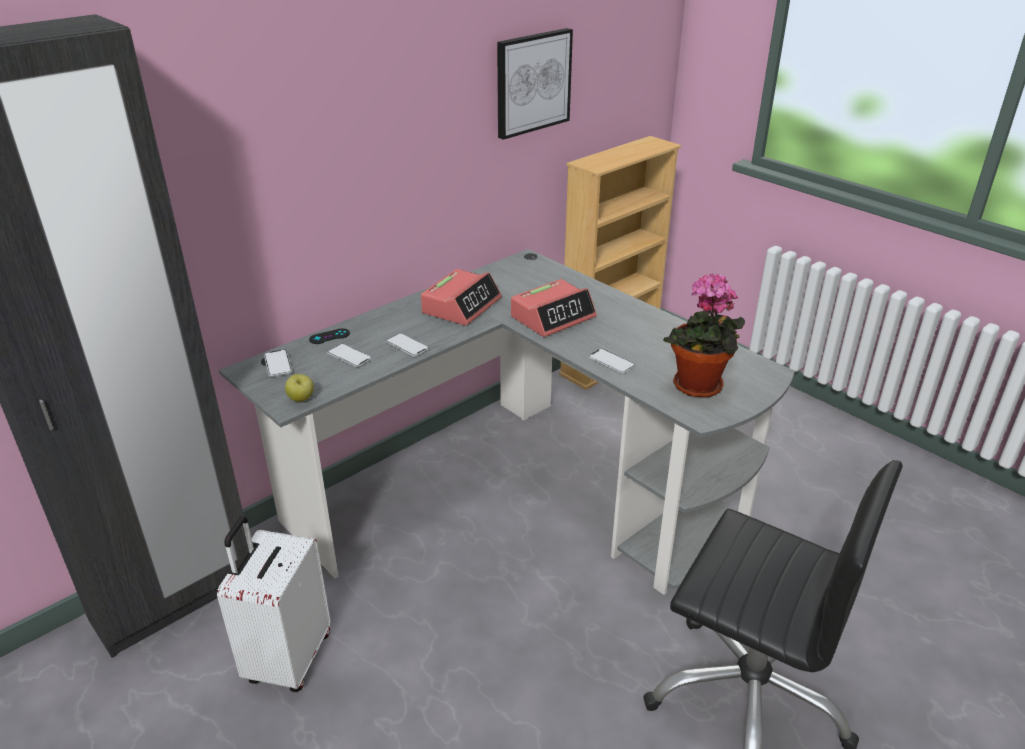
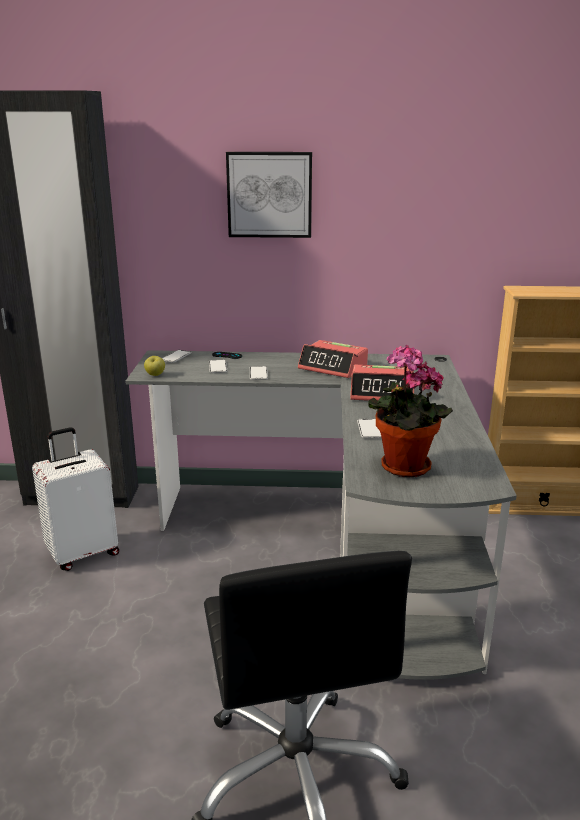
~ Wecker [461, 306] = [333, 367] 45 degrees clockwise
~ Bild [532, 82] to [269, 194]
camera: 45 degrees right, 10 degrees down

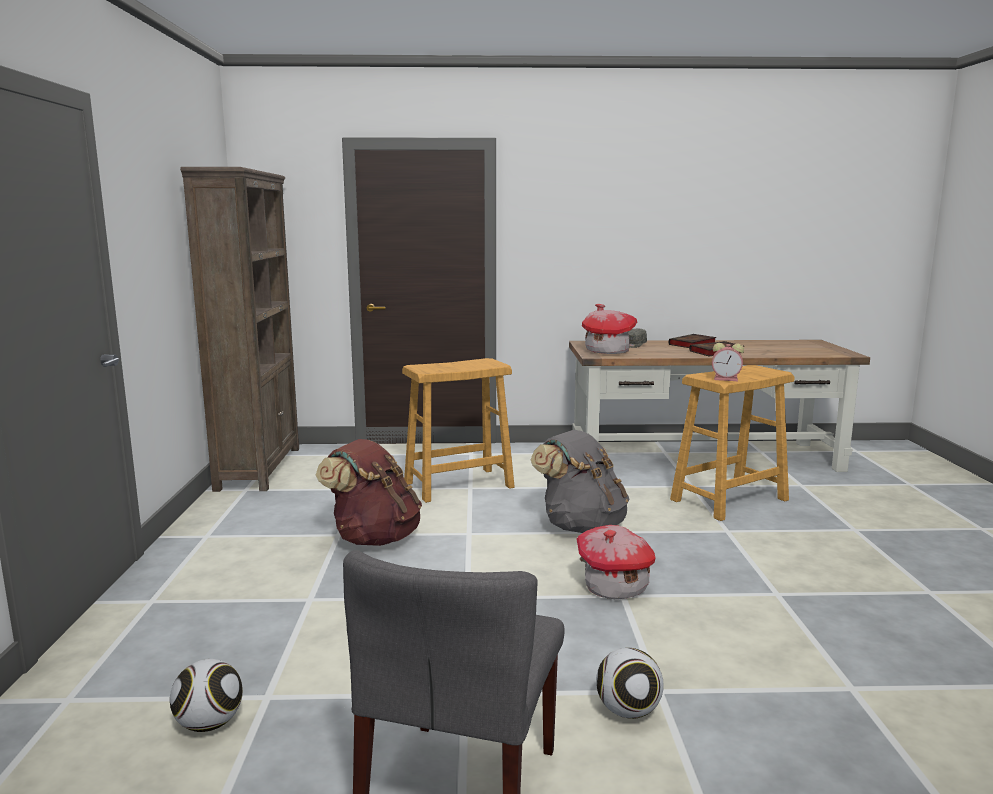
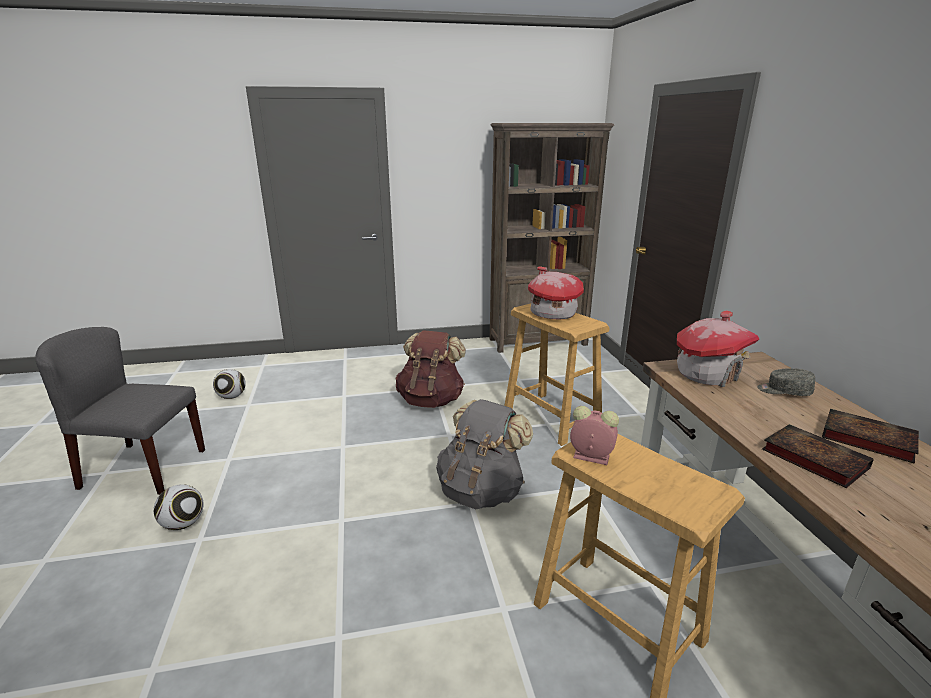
~ Spielzeughaus [615, 587] to [552, 314]
~ Wecker [727, 379] = [589, 456] 105 degrees clockwise
camera: 80 degrees right, 10 degrees up

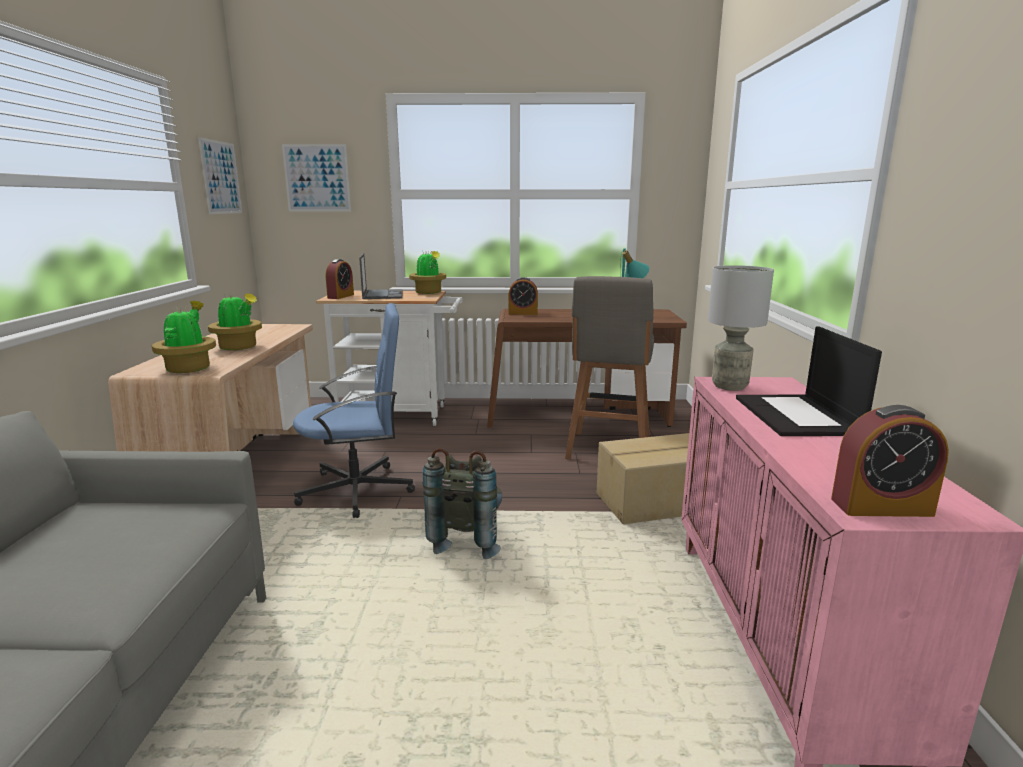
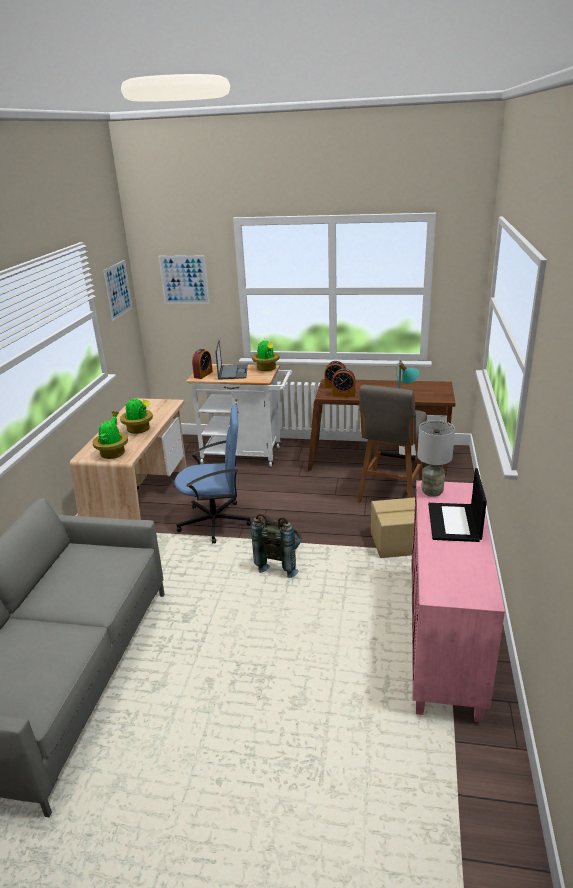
~ Wecker [881, 507] to [343, 394]
camera: 10 degrees right, 10 degrees up

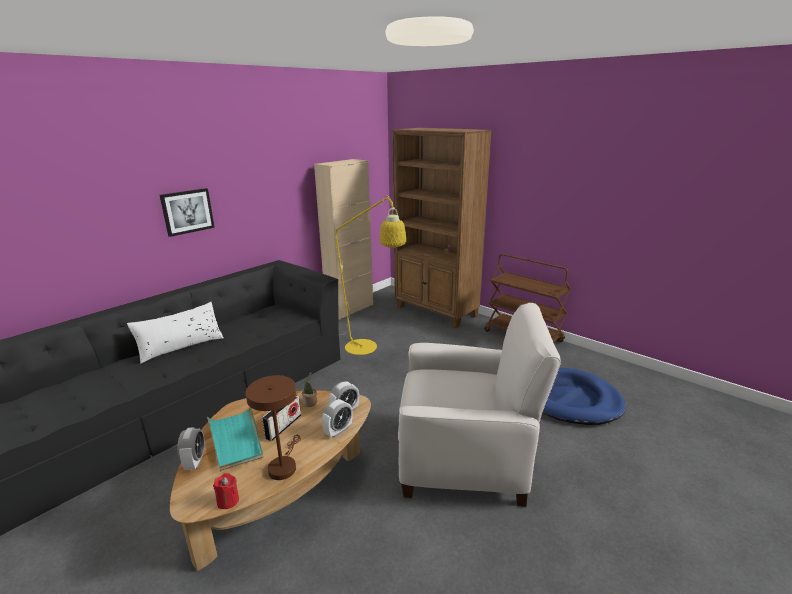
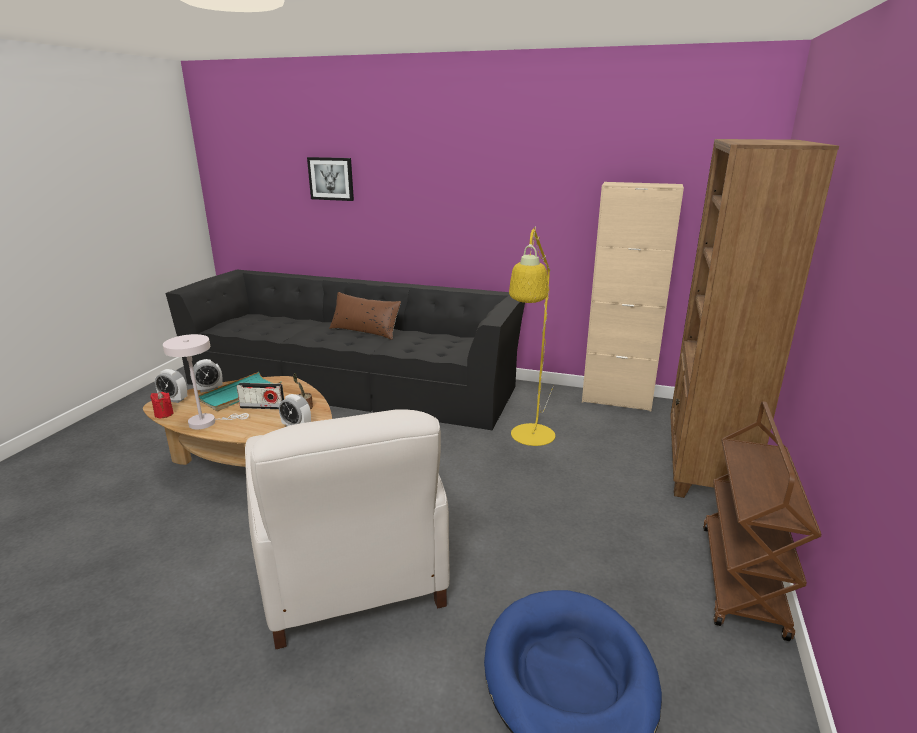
~ Kissen/weiß [181, 346] to Kissen/braun [365, 331]
~ Bild [187, 211] to [331, 178]
~ Tischlampe/braun [283, 465] to Tischlampe/weiß [207, 422]
~ Wecker [338, 431] to [174, 400]
camera: 65 degrees right, 0 degrees up

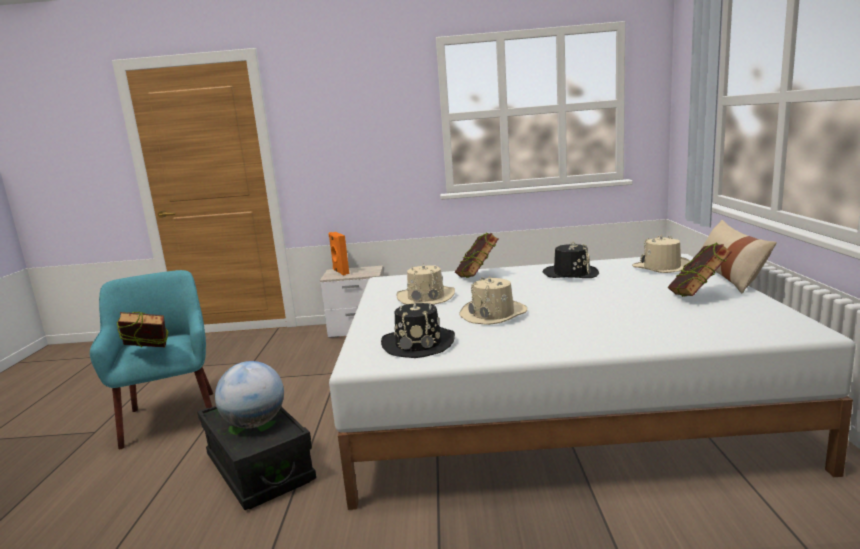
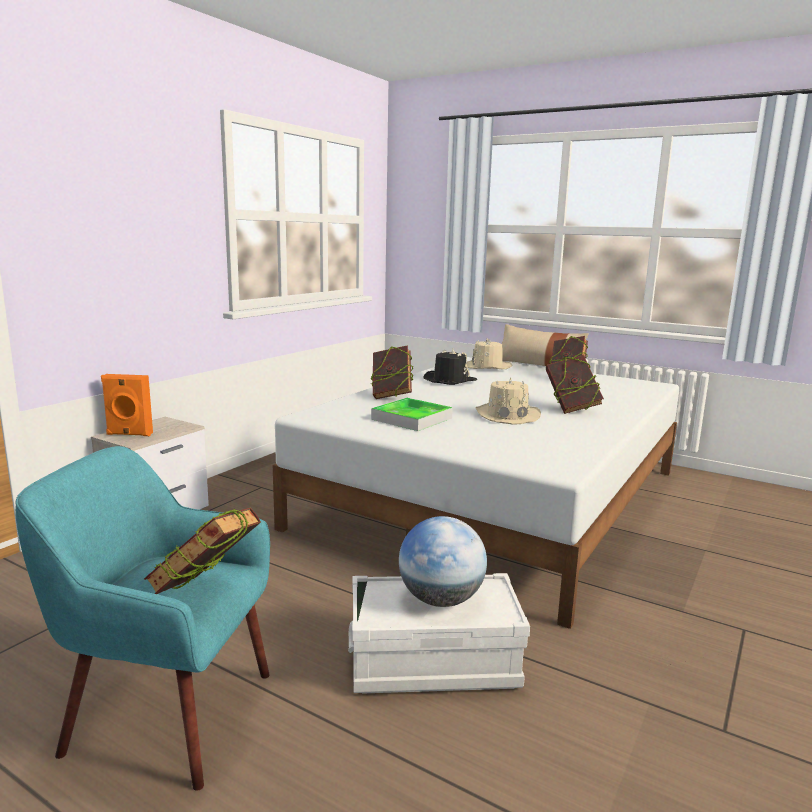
~ Aufbewahrungsbox/schwarz [259, 468] to Aufbewahrungsbox/weiß [433, 662]
- Hut/schwarz [419, 343]
~ Hut/beige [426, 297] to Tablett [411, 418]
+ Buch [571, 409]
camera: 60 degrees left, 0 degrees up

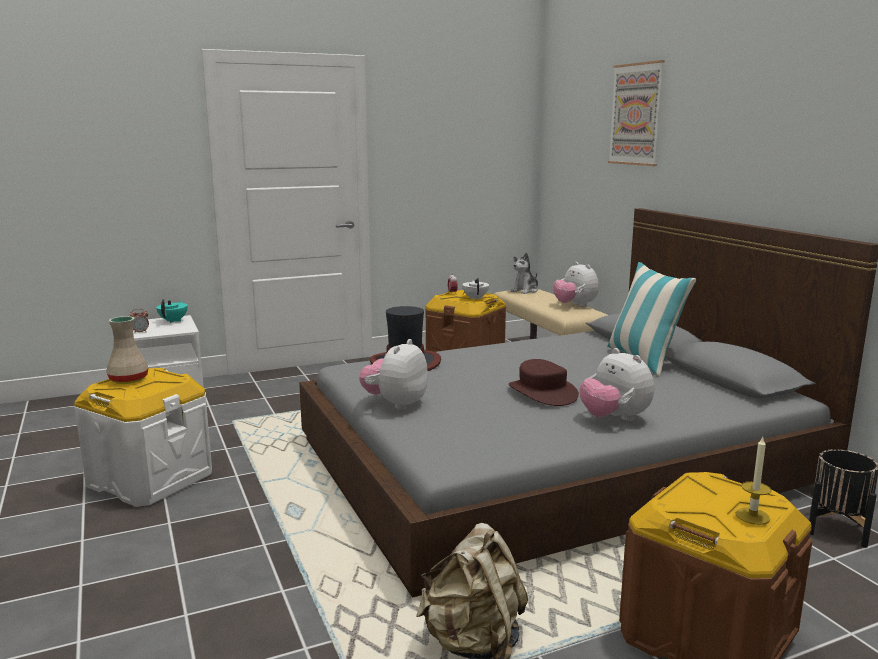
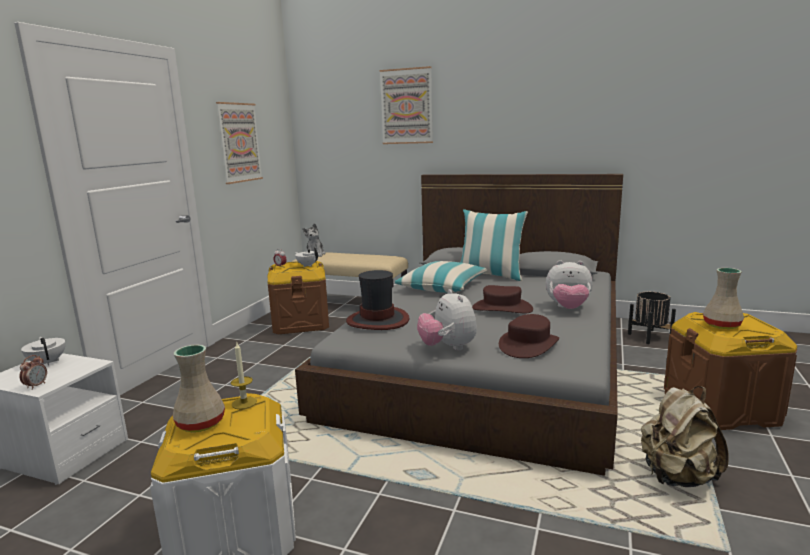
~ Teekanne/türkis [174, 321] to Teekanne/weiß [48, 362]
- Plüschtier [575, 306]
~ Kerze [752, 516] to [244, 403]
+ Bild [239, 142]
+ Kissen [442, 287]
+ Hut/braun [528, 345]
+ Vase/beige [722, 325]
camera: 45 degrees left, 0 degrees up

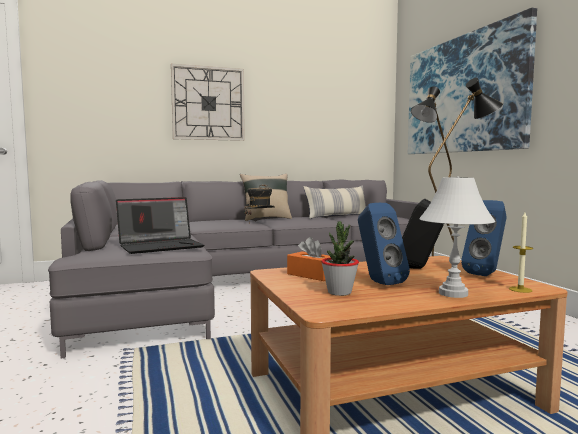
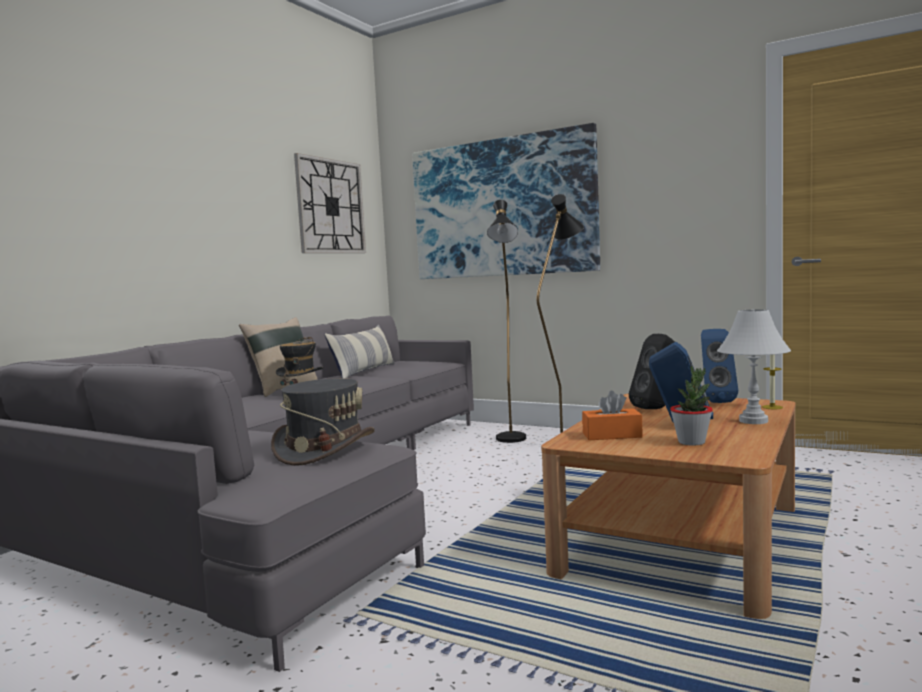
~ Laptop [161, 246] to Hut/grau [324, 449]
~ Wanduhr [208, 103] to [330, 206]
camera: 40 degrees left, 0 degrees up

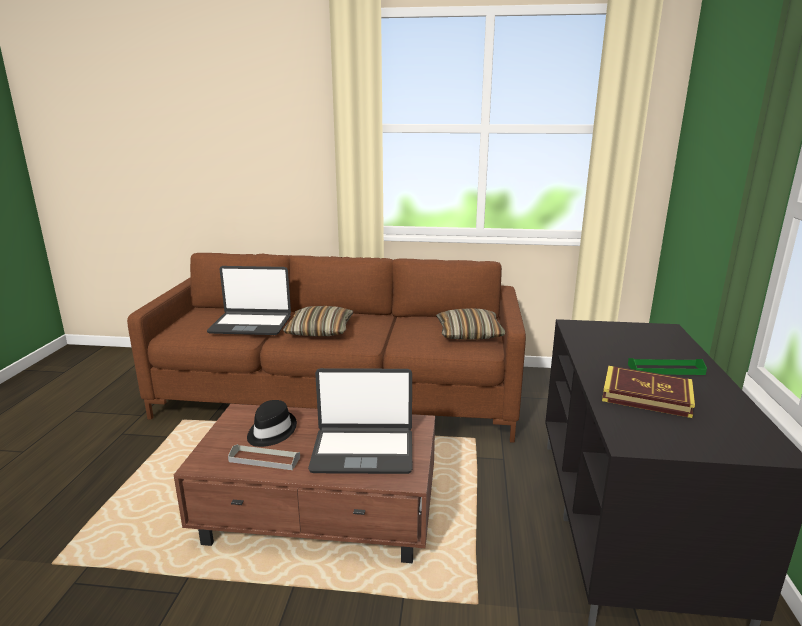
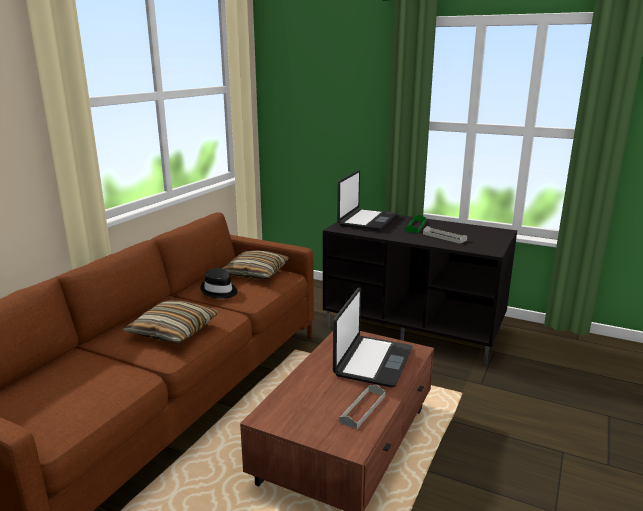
~ Laptop [251, 324] to [366, 220]
~ Hut/schwarz [271, 431] to [219, 291]
~ Buch [646, 396] to Tablett/grau [444, 237]
camera: 70 degrees left, 0 degrees up

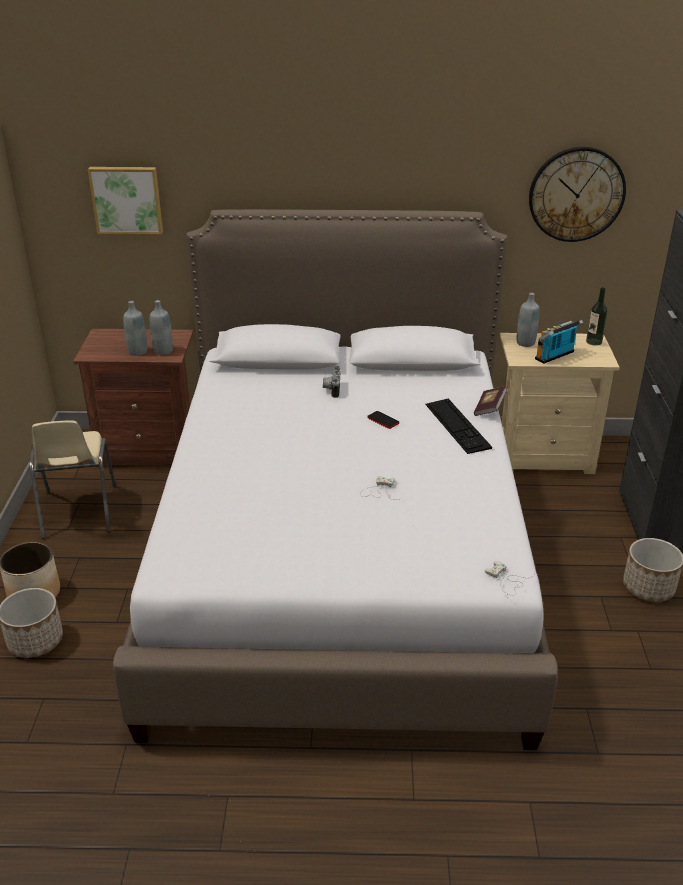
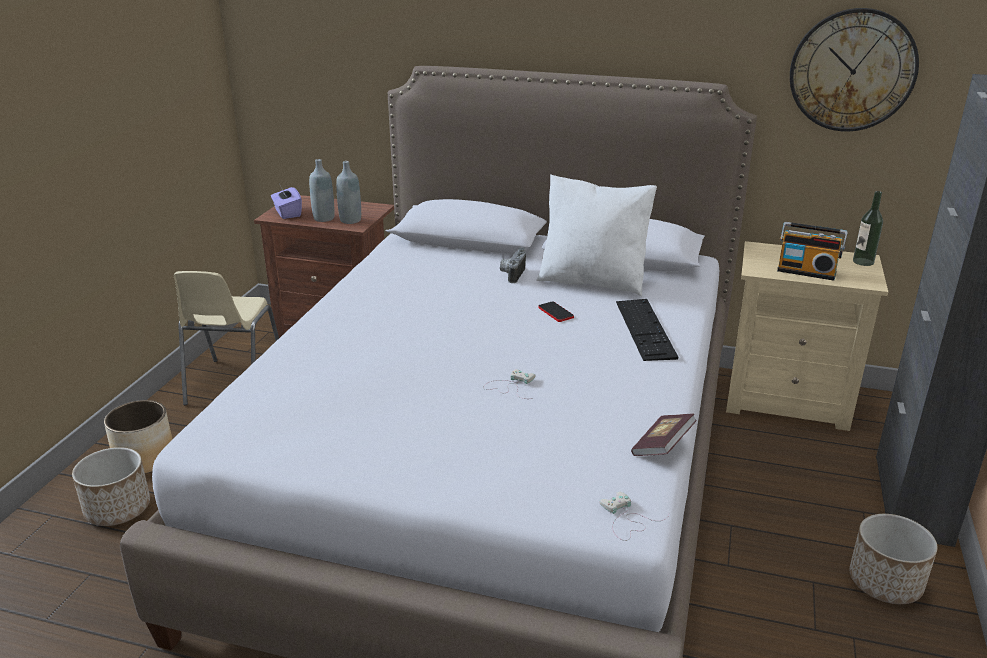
- Bild [127, 199]
~ Buch [489, 408] to [662, 446]
- Flasche/grau [525, 343]
~ Radio [556, 356] = [806, 271] 135 degrees counterclockwise
+ Taschentuchbox/lila [287, 213]
+ Kissen/weiß [593, 281]
camera: 15 degrees right, 5 degrees down

